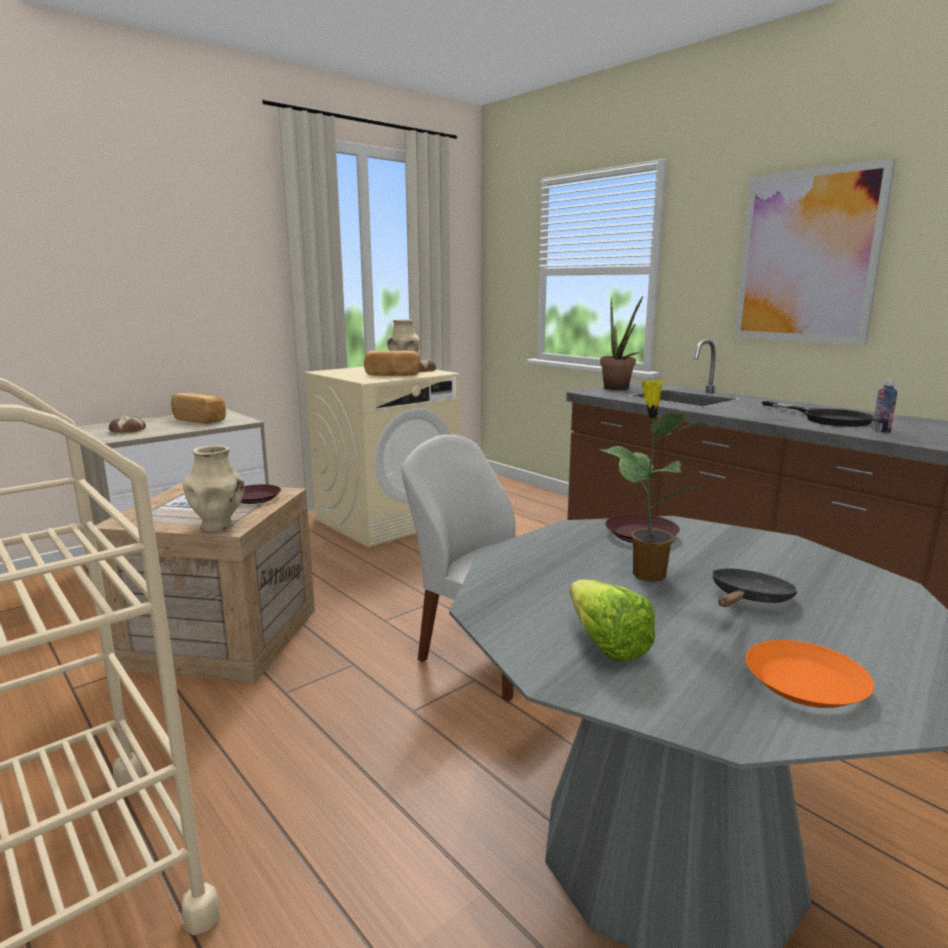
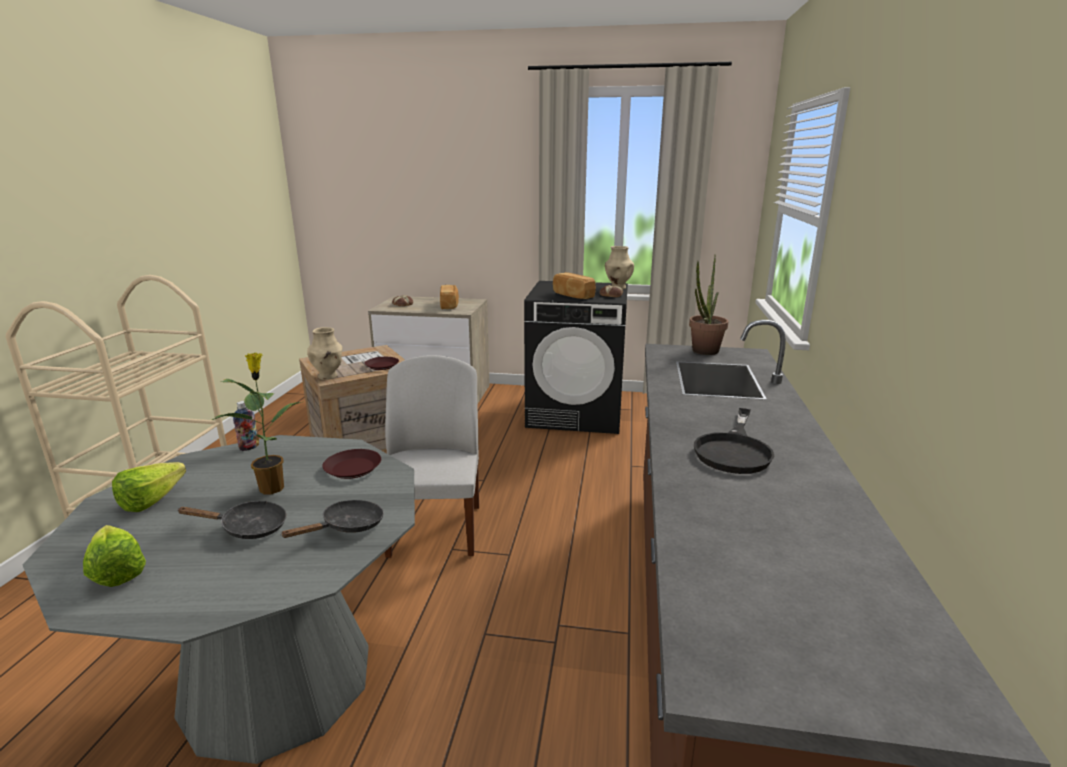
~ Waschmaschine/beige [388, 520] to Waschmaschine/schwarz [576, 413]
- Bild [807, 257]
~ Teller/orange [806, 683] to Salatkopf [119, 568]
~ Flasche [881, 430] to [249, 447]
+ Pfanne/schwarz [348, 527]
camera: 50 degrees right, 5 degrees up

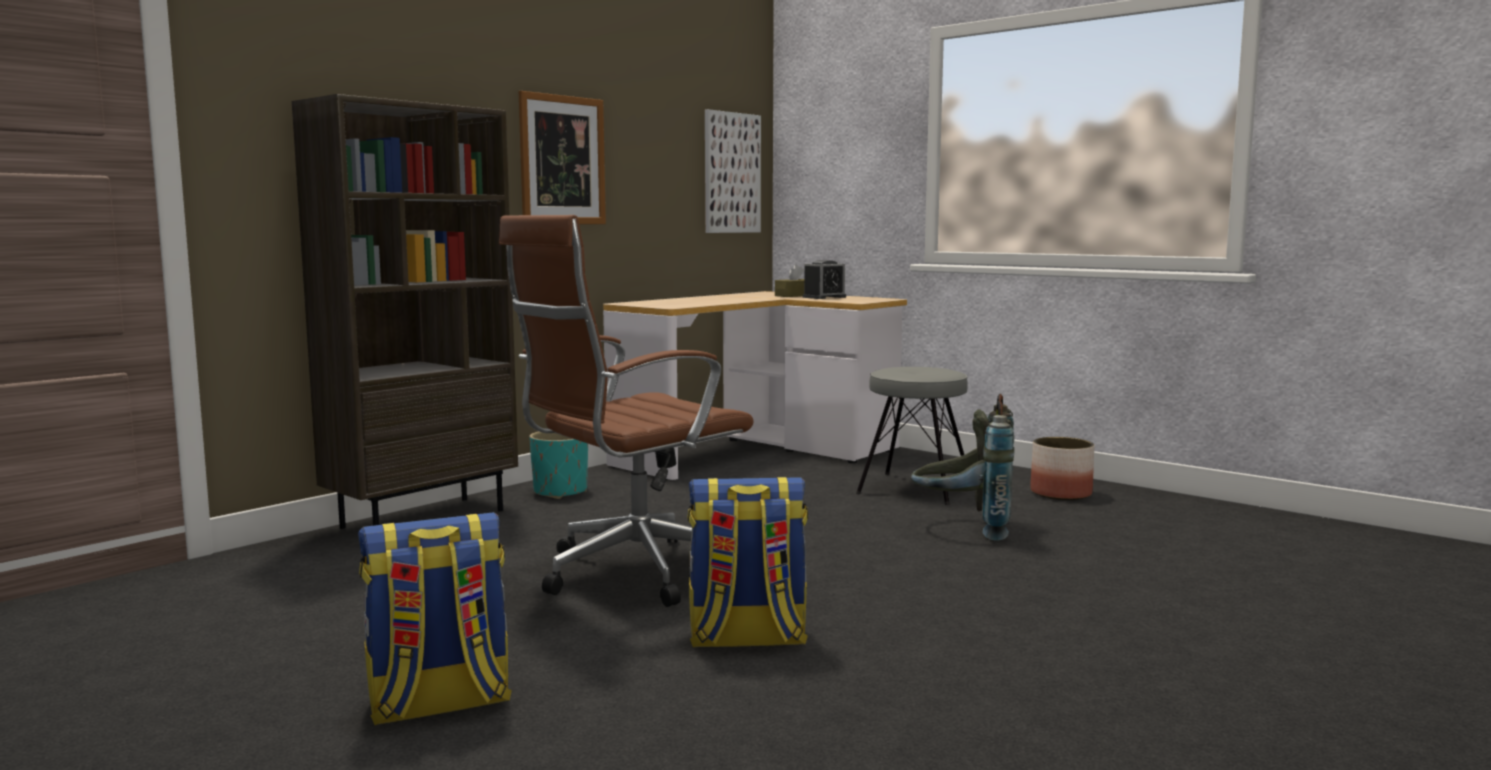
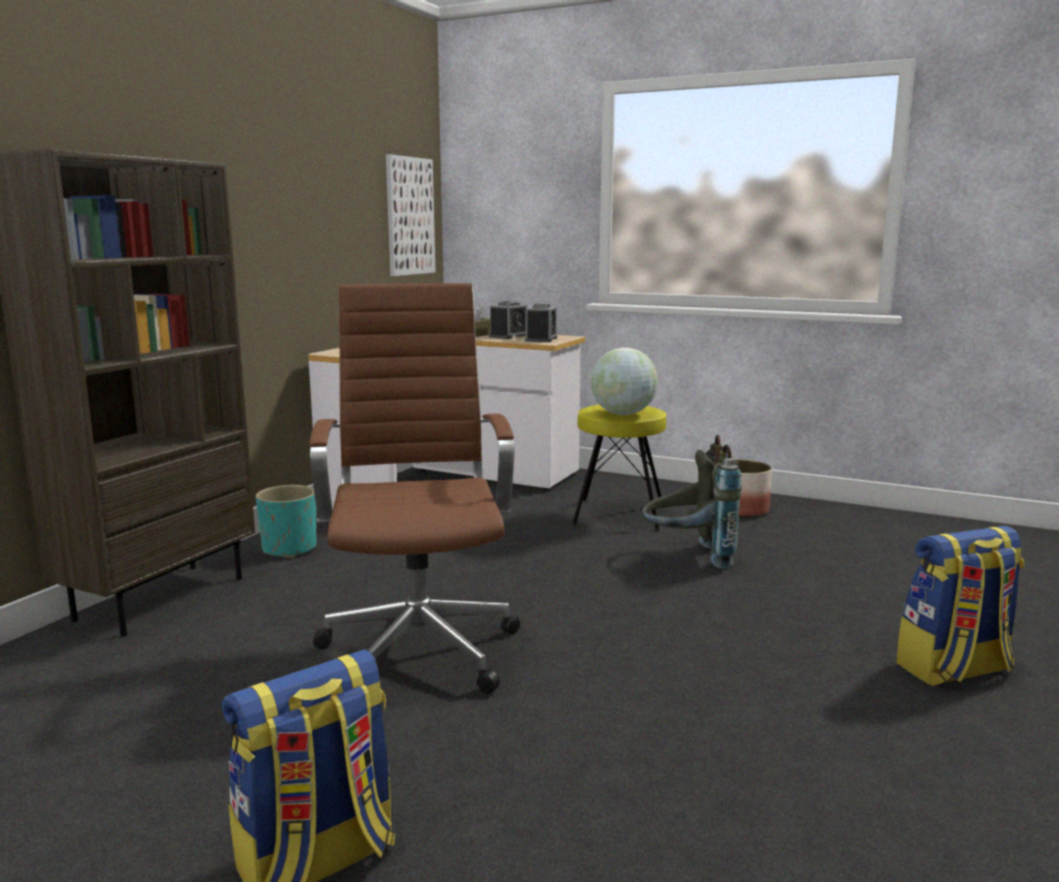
~ Bürostuhl/braun [630, 574] = [419, 648] 135 degrees clockwise
- Bild [562, 160]
~ Rucksack [746, 639] to [954, 670]
~ Hocker/grau [915, 488] to Hocker/gelb [619, 515]
+ Wecker [541, 339]
+ Globus [623, 414]
camera: 15 degrees left, 5 degrees up

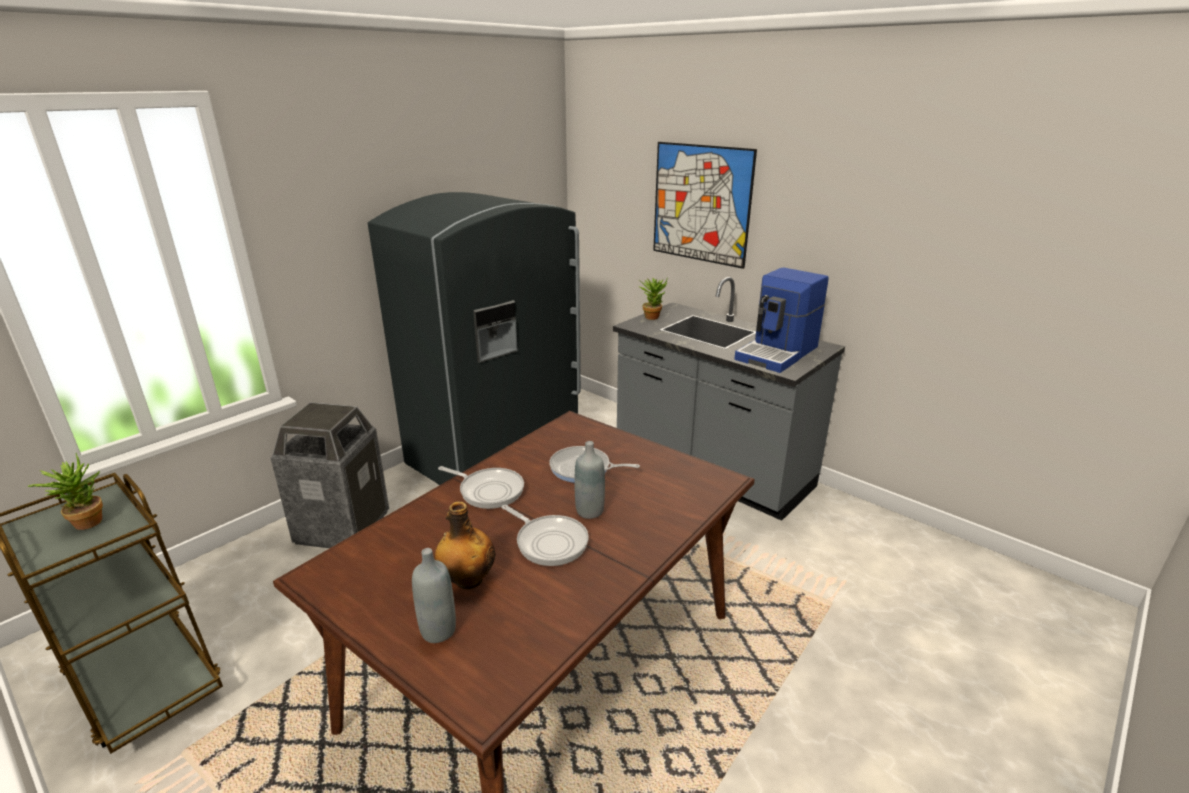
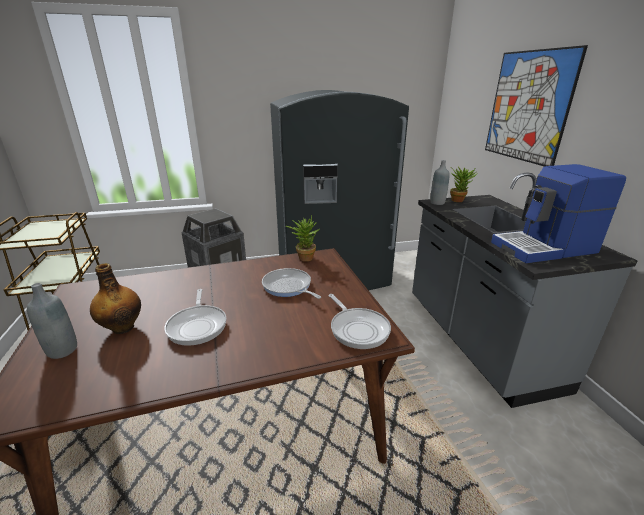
~ Topfpflanze [84, 522] to [304, 257]
~ Pfanne [488, 490] to [358, 329]
~ Flasche/grau [589, 511] to [437, 203]
camera: 35 degrees right, 0 degrees up

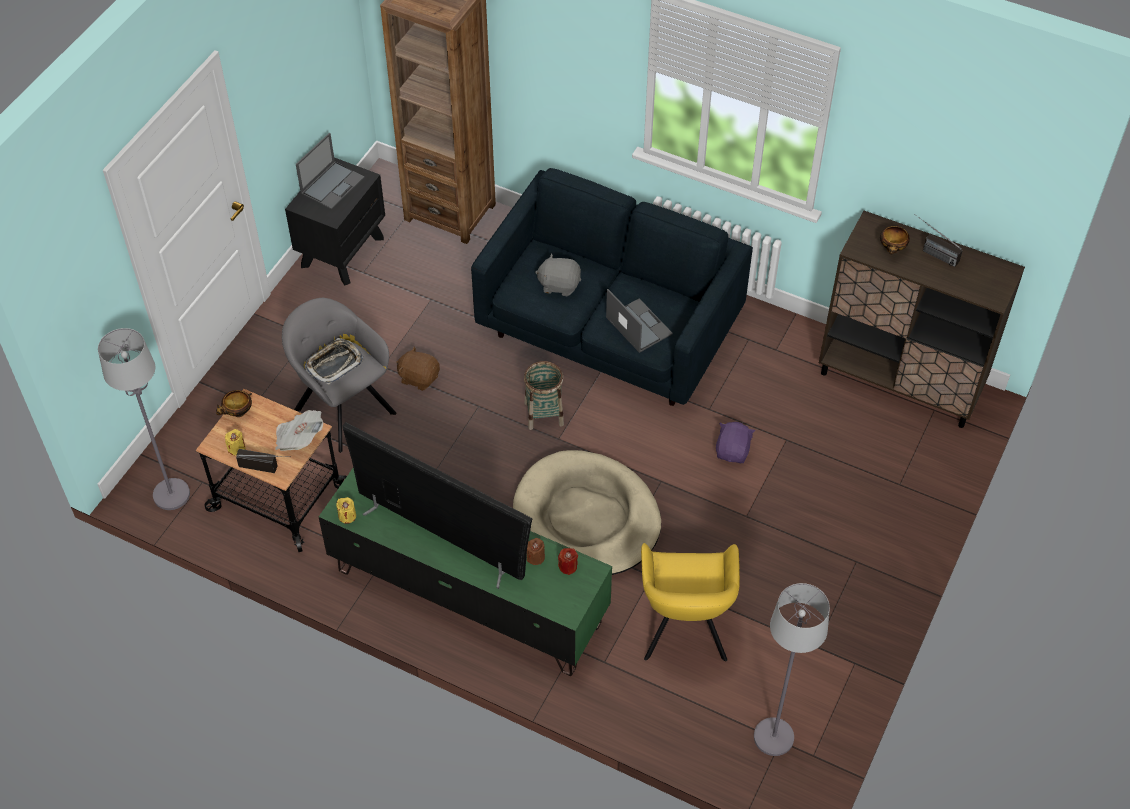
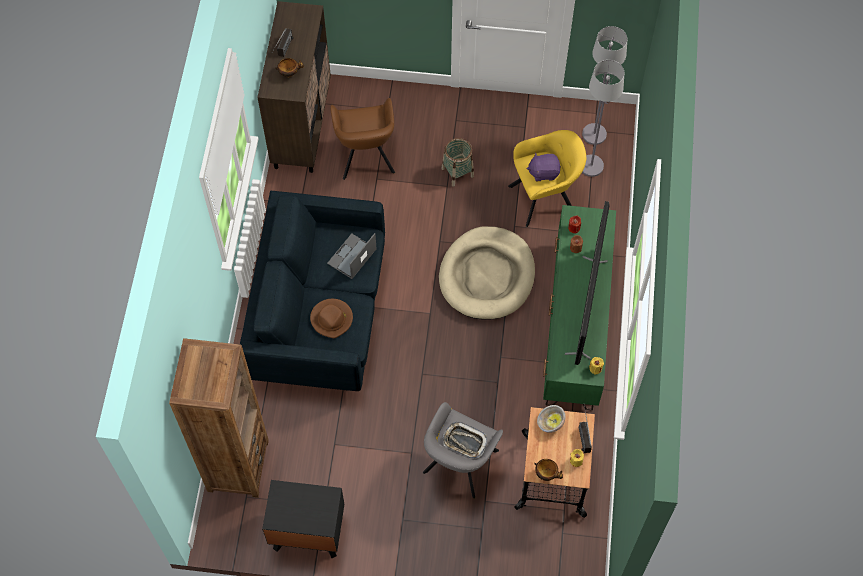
~ Stehlampe/grau [171, 494] to [591, 166]
~ Zeitung [299, 438] to Schüssel [550, 423]
- Laptop [332, 185]
- Plüschtier/braun [419, 377]
~ Korb [544, 414] to [457, 172]
~ Plüschtier/grau [559, 284] to Hut/braun [332, 319]
~ Plüschtier/lila [733, 451] to [543, 172]
+ Sessel/braun [365, 158]
camera: 110 degrees left, 10 degrees up

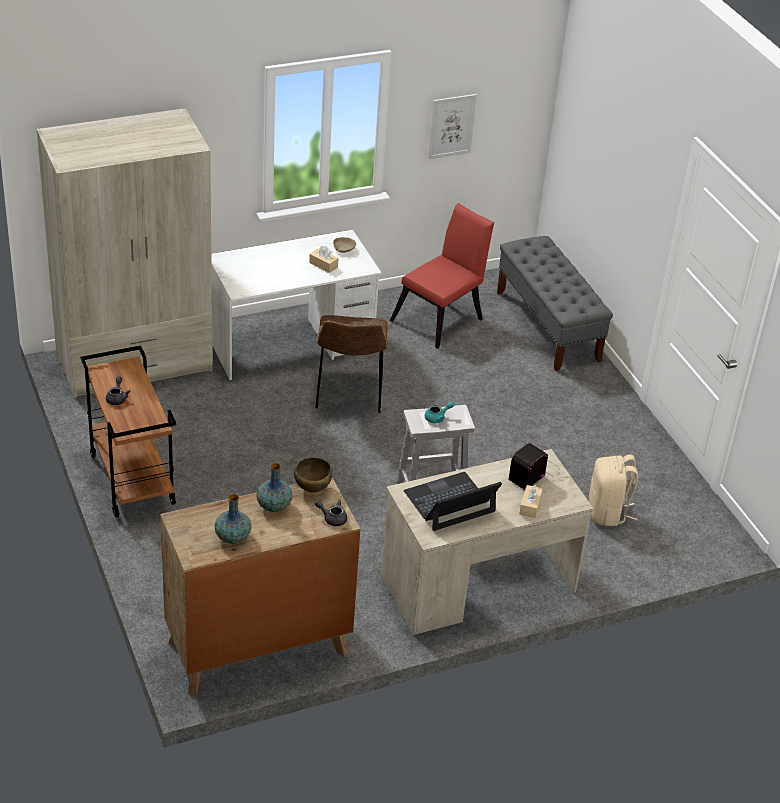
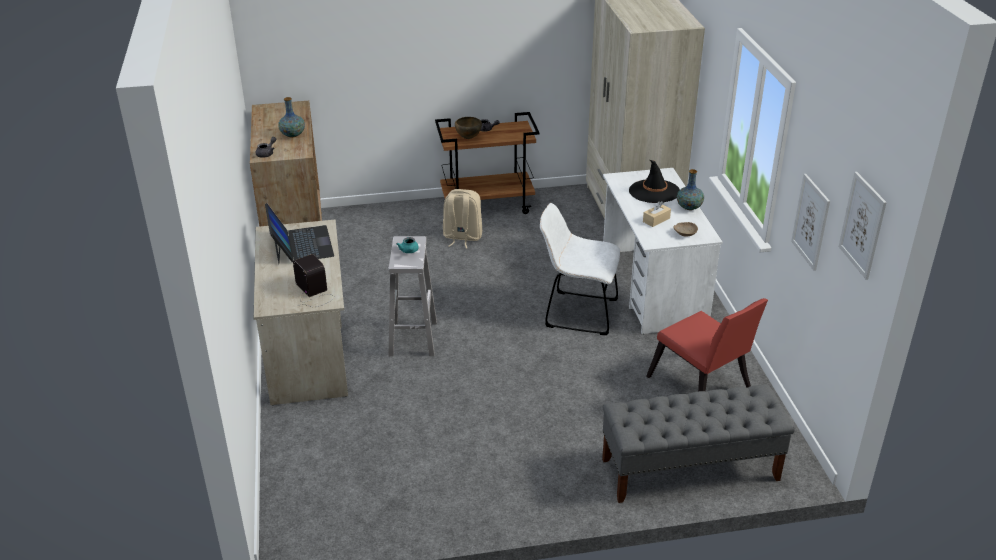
~ Vase [232, 537] to [689, 207]
~ Schüssel/braun [312, 489] to [468, 138]
~ Stuhl/braun [349, 394] to Stuhl/weiß [577, 312]
- Taschentuchbox/beige [530, 506]
~ Rucksack/beige [608, 512] to [462, 237]
+ Hut/schwarz [654, 191]
+ Bild [862, 225]
camera: 105 degrees right, 5 degrees down

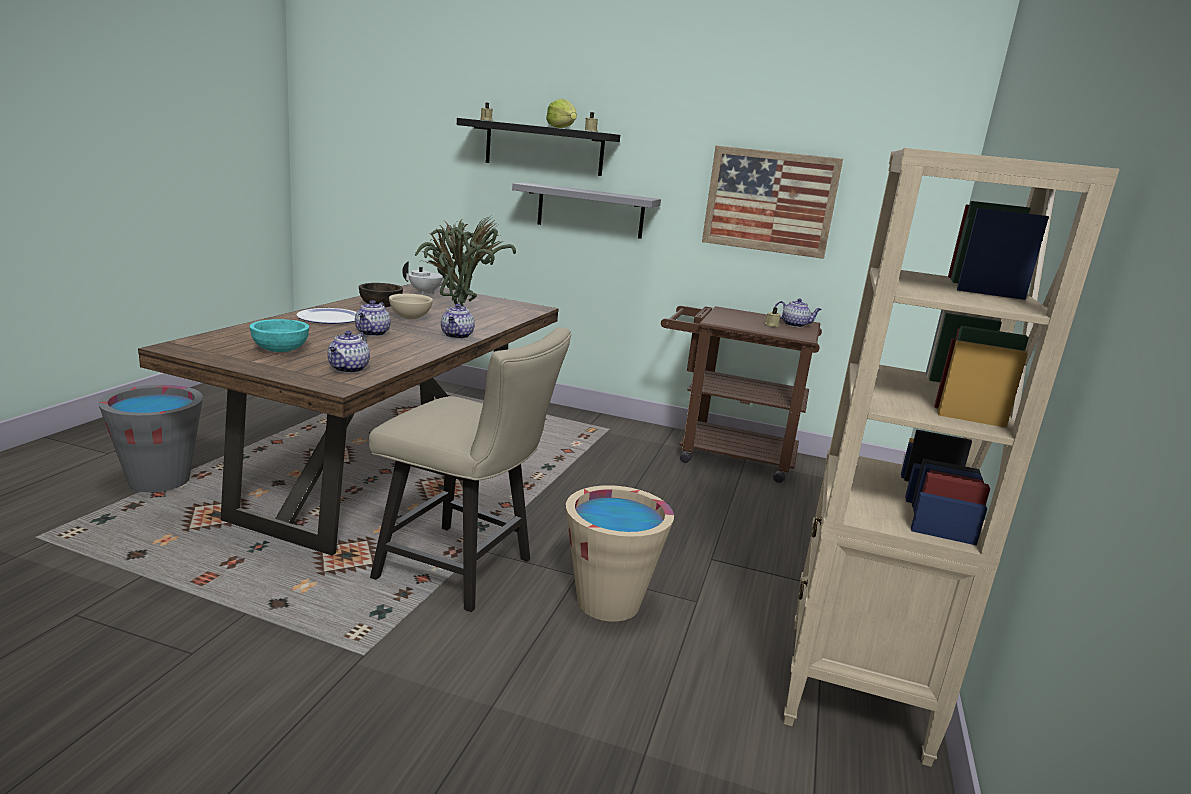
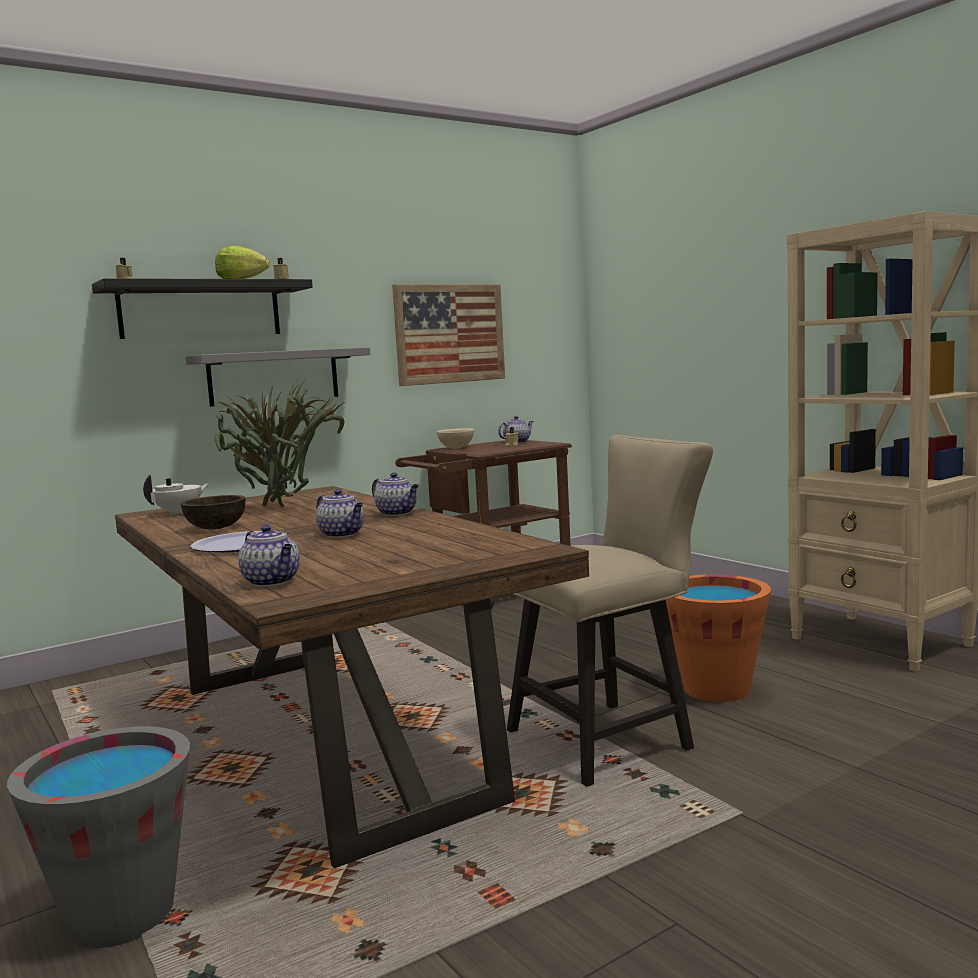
- Schüssel/türkis [280, 350]
~ Teekanne [348, 369] to [272, 581]
~ Schüssel/beige [411, 318] to [456, 448]
~ Eimer/beige [608, 602] to Eimer/orange [716, 689]
camera: 50 degrees left, 10 degrees down

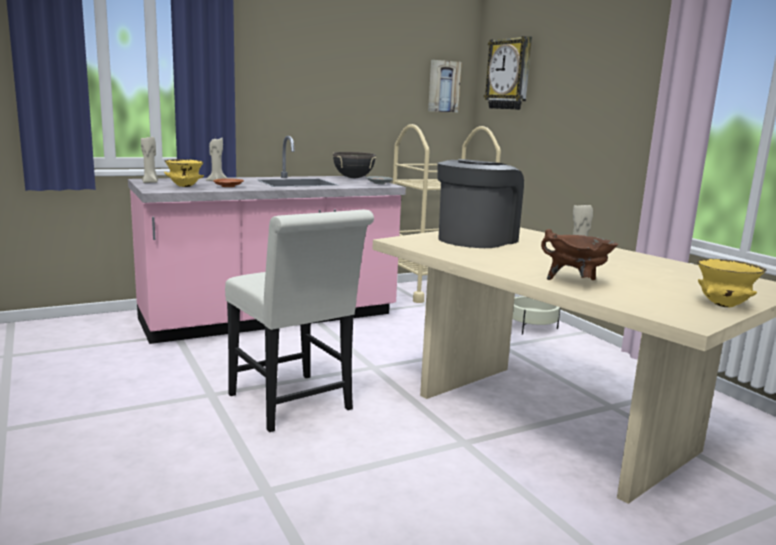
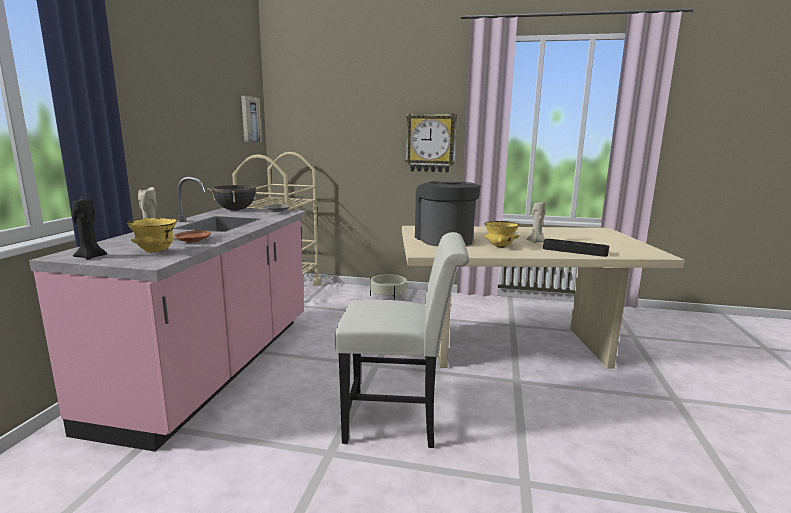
~ Kerze/beige [150, 182] to Kerze/schwarz [90, 257]
~ Wanduhr [509, 74] to [431, 143]
~ Kochtopf/braun [576, 283] to Tablett/schwarz [574, 251]
~ Schüssel/gelb [724, 305] to [500, 247]
camera: 50 degrees left, 0 degrees up

